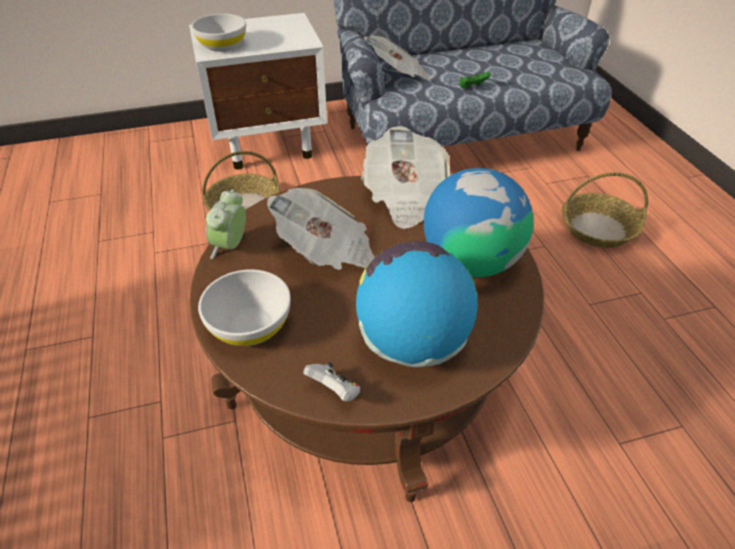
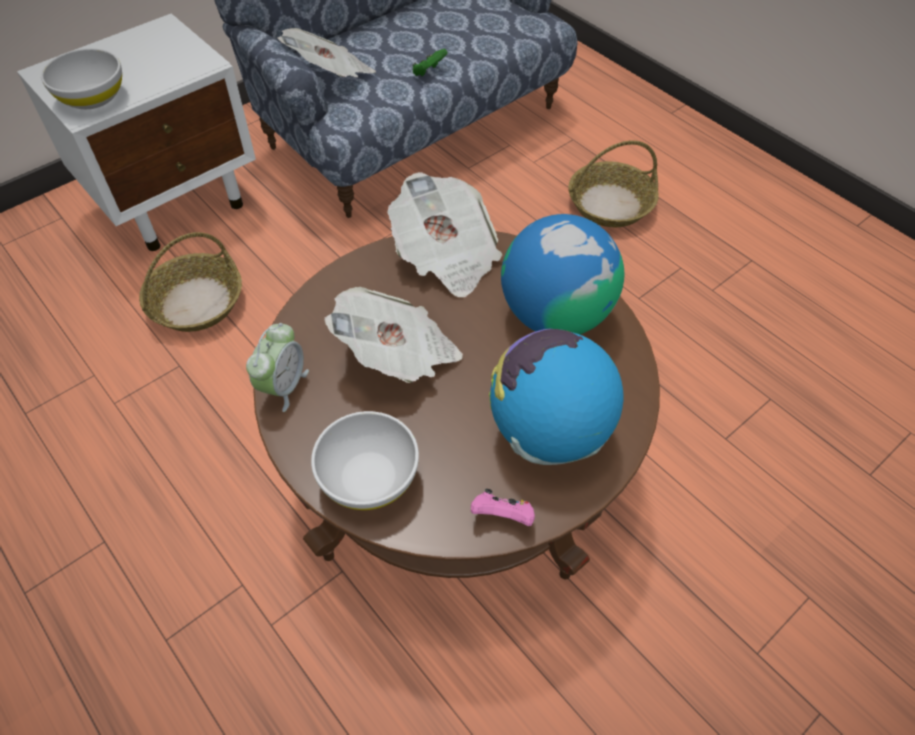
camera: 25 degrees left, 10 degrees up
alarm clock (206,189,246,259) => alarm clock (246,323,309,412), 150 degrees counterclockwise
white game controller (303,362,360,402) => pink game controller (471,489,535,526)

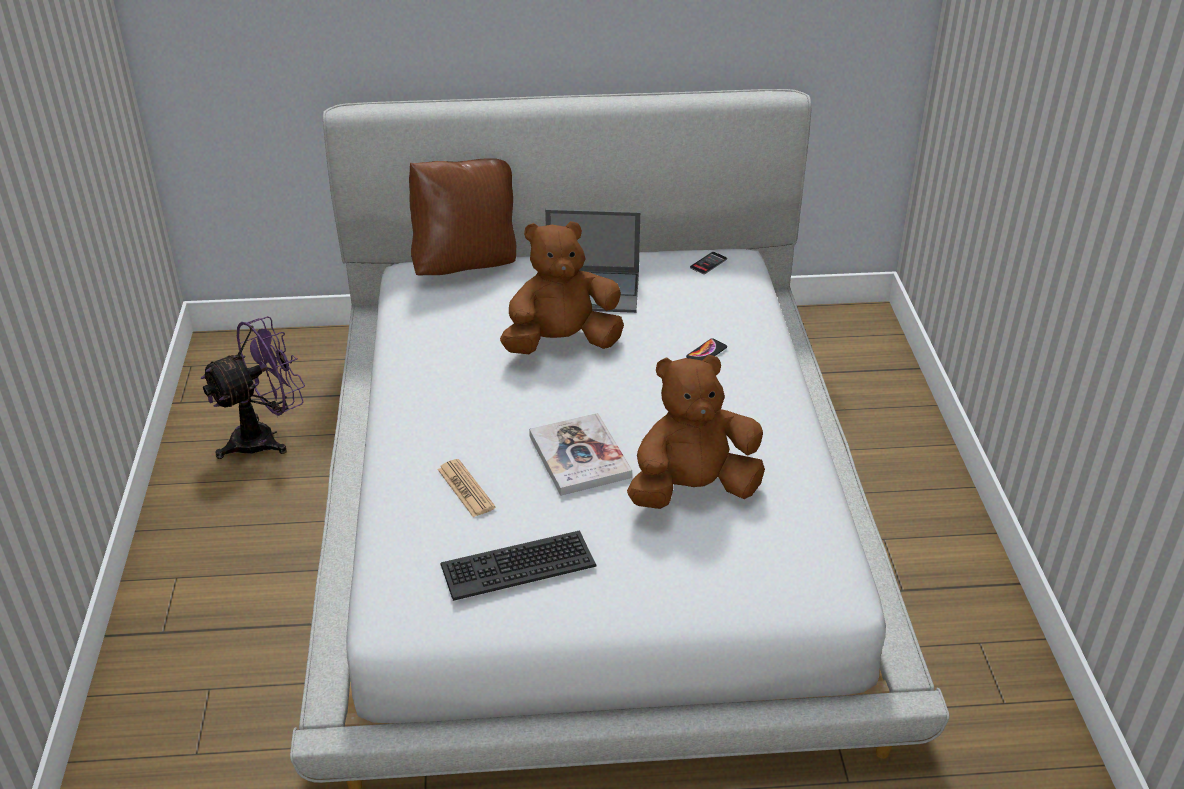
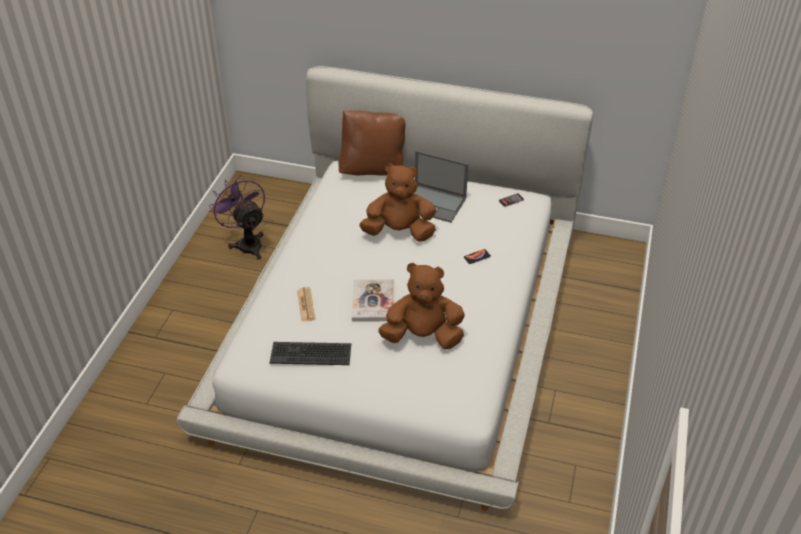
camera: 20 degrees right, 5 degrees up
purple fan (200,316,305,459) => purple fan (209,175,265,260), 105 degrees counterclockwise

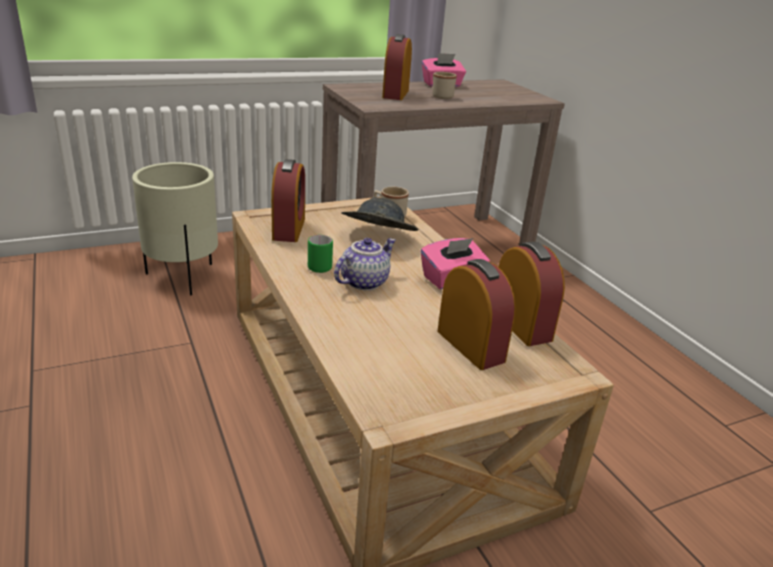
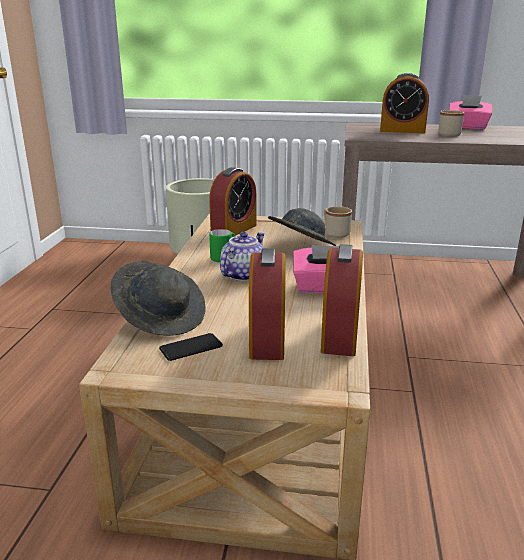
camera: 35 degrees right, 5 degrees down
teapot (334,238,396,290) => teapot (220,232,265,281), 45 degrees counterclockwise
alarm clock (382,34,412,100) => alarm clock (380,73,429,134), 120 degrees counterclockwise
nothing => grey hat (111,261,205,336)
nothing => phone (159,333,223,361)

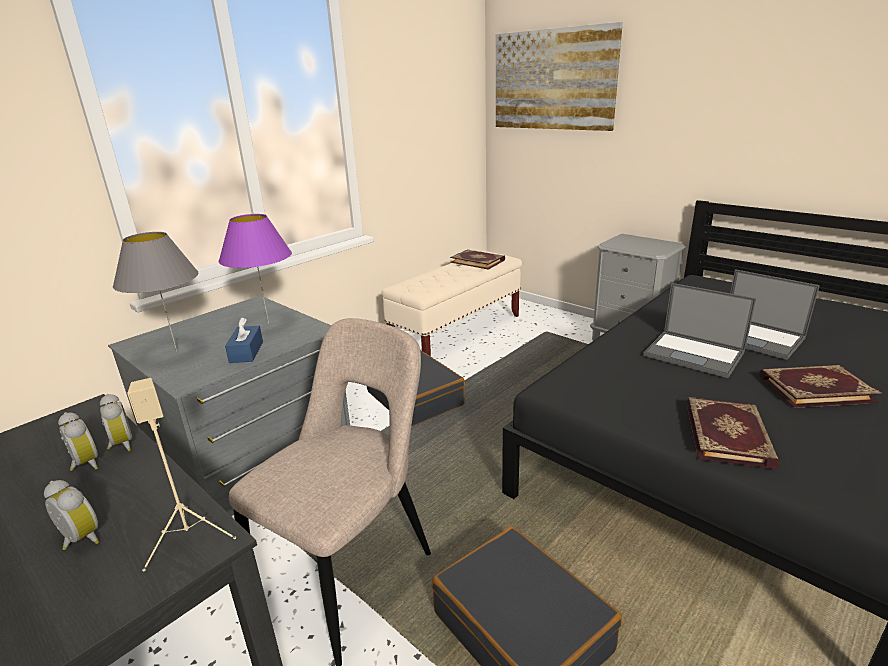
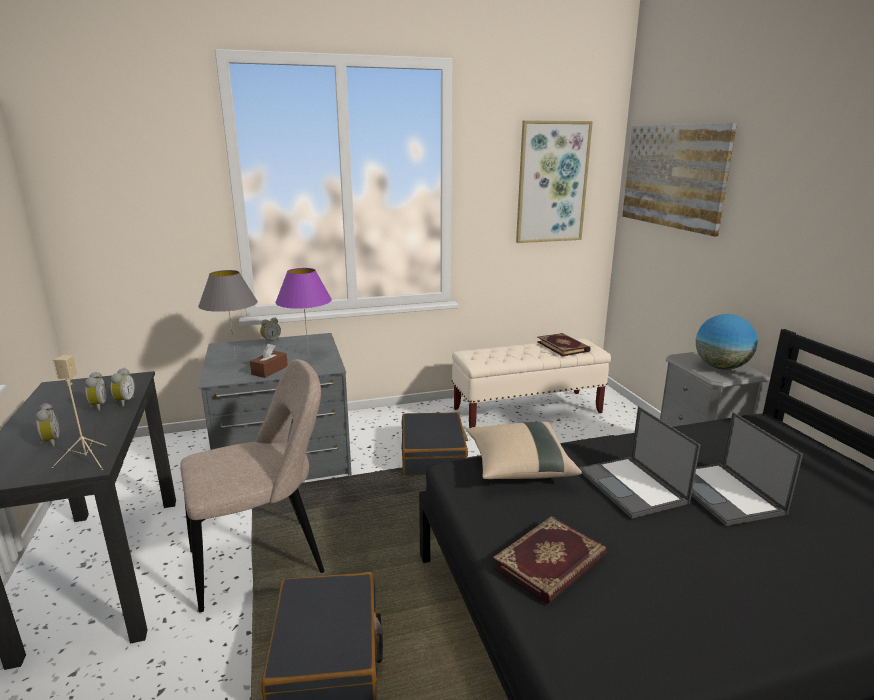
camera: 30 degrees right, 5 degrees down
blue tissue box (225,318,263,363) => brown tissue box (250,344,288,378)
book (759,365,882,408) => nothing
nothing => alarm clock (260,317,281,344)
nothing => beige pillow (467,422,582,479)
nothing => picture (516,120,593,243)
nothing => globe (696,314,758,370)

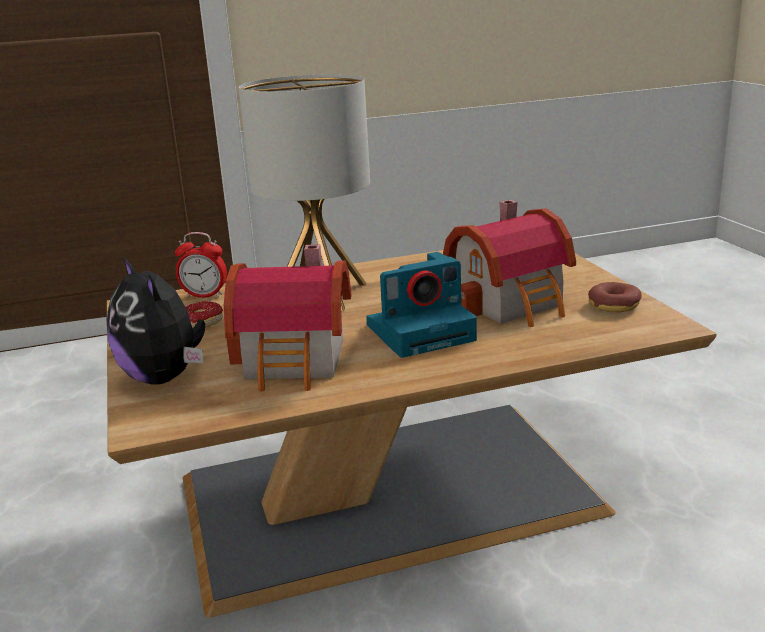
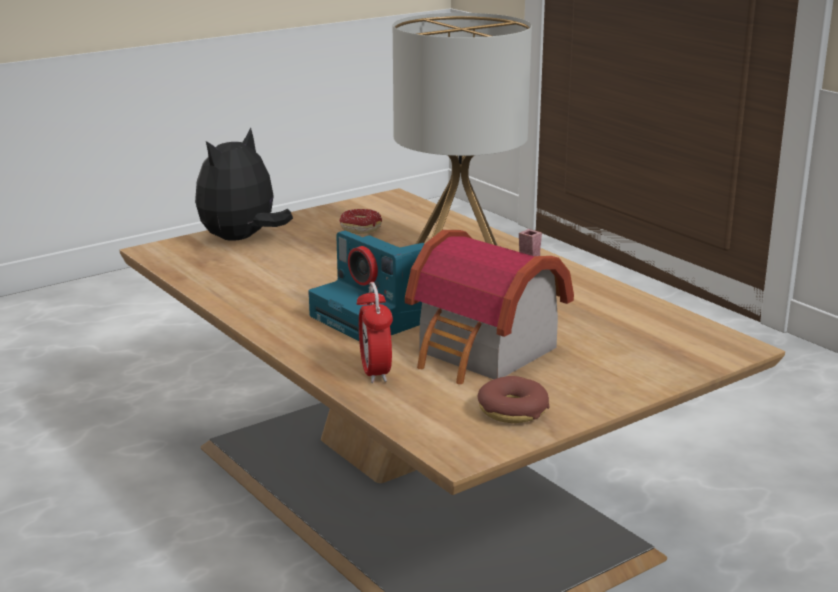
camera: 70 degrees right, 0 degrees up
alarm clock (175,232,227,298) => alarm clock (357,282,393,383), move
toy house (224,244,351,392) => nothing

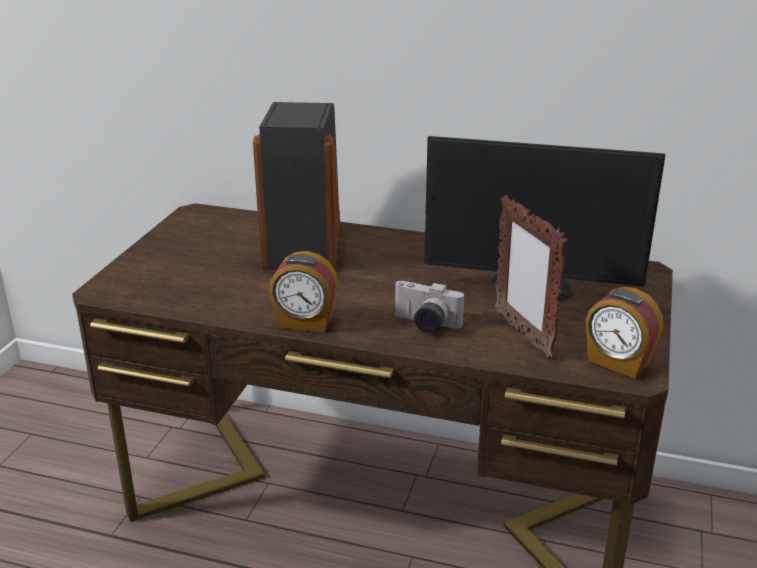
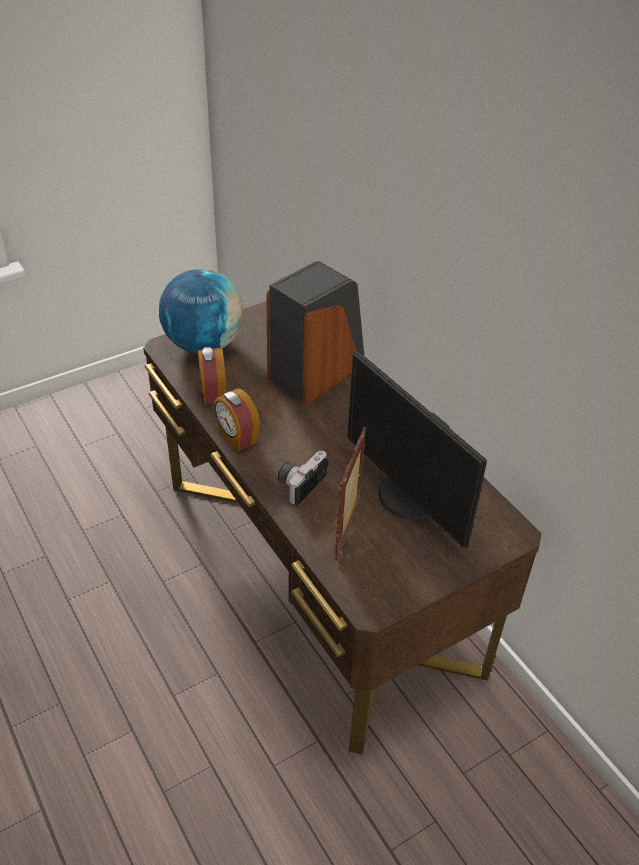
camera: 40 degrees right, 15 degrees up
photo camera (393,281,464,333) => photo camera (278,451,329,505), 60 degrees clockwise
alarm clock (585,287,663,378) => alarm clock (198,347,226,405), move
nothing => globe (159,269,244,354)

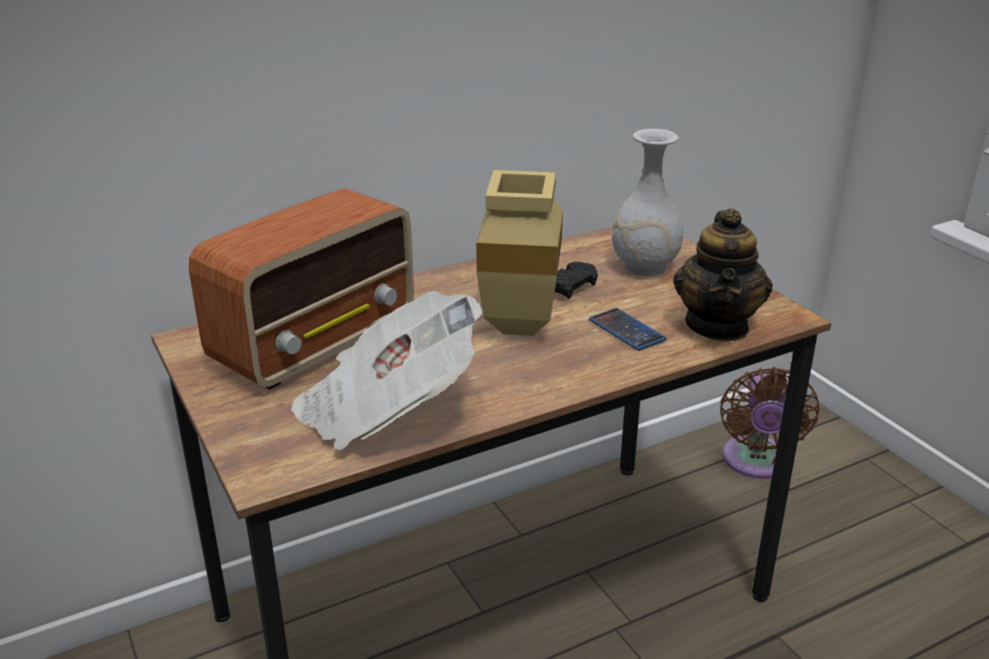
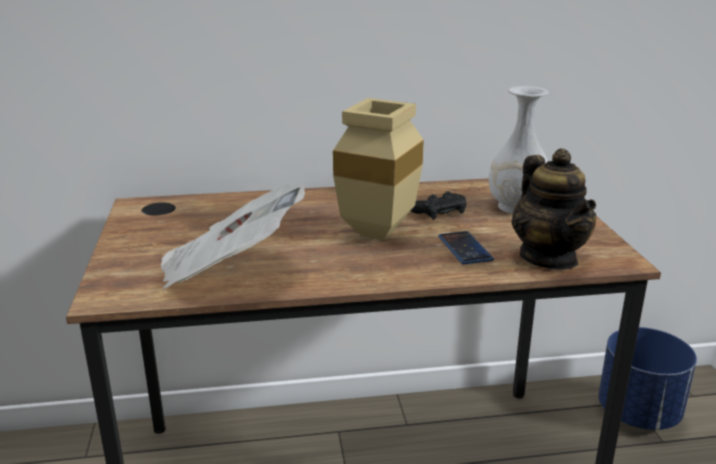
camera: 20 degrees right, 5 degrees down
radio (189,188,414,390) => nothing
teapot (673,208,773,341) => teapot (512,148,596,270), 45 degrees counterclockwise
brown fan (720,367,819,479) => blue planter (598,327,697,430)

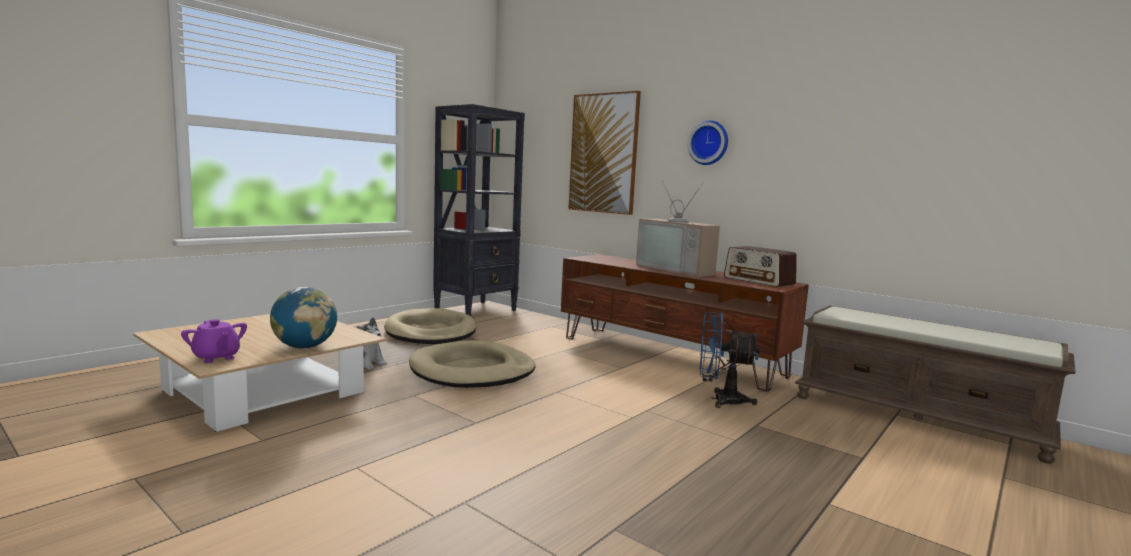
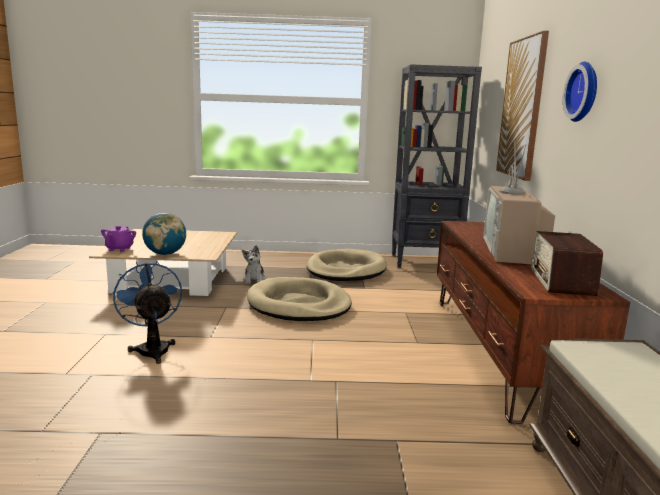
camera: 50 degrees right, 5 degrees up
blue fan (700,312,761,408) => blue fan (112,261,182,364), move

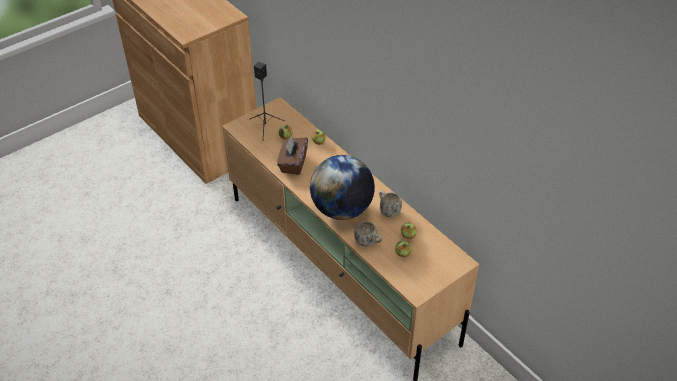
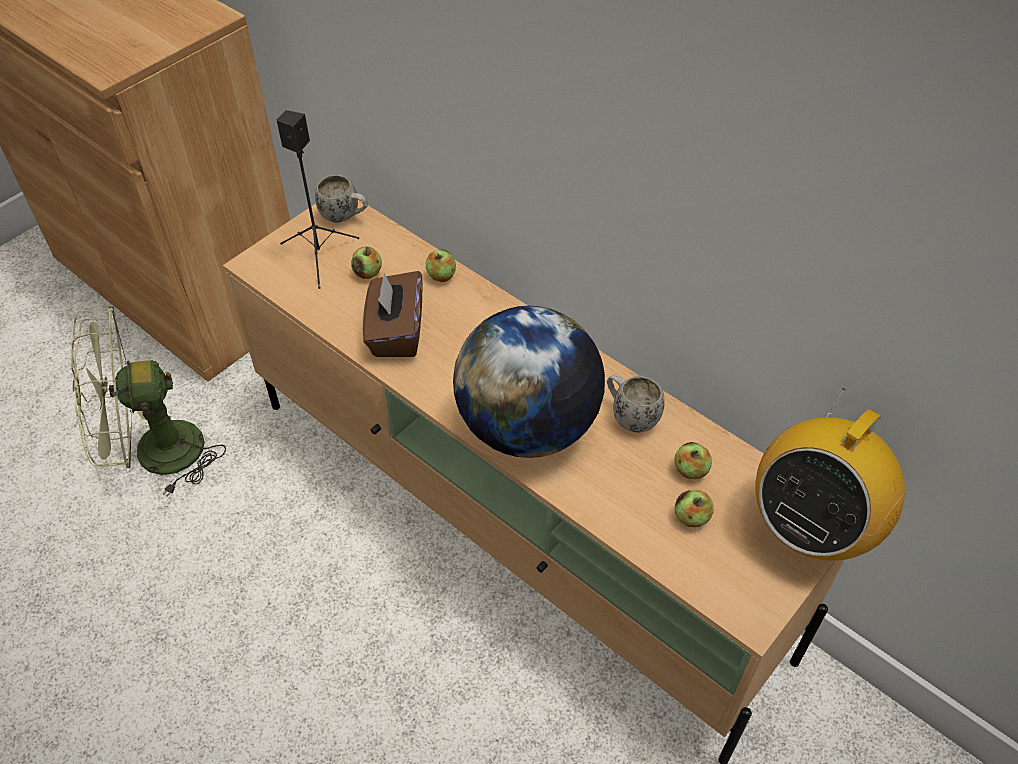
camera: 10 degrees left, 5 degrees up
white mug (354,221,382,247) => white mug (315,174,368,223), move
nothing => green fan (71,307,226,497)
nothing => radio (756,388,905,561)

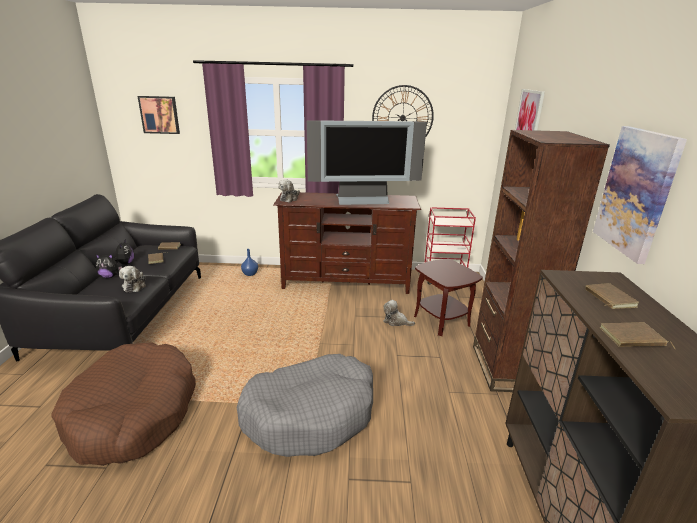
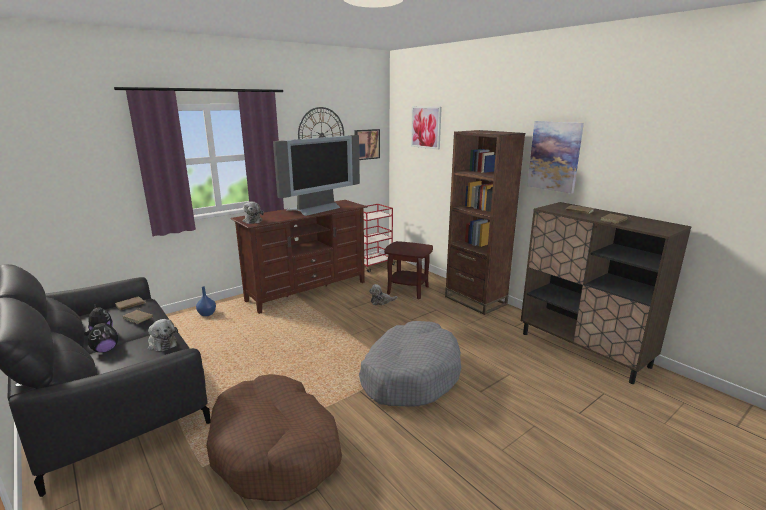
camera: 40 degrees left, 5 degrees down
picture (138,96,180,134) => picture (354,129,380,160), move

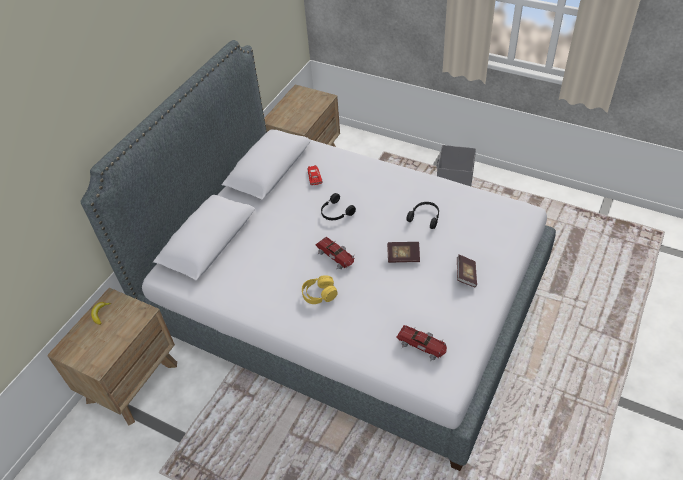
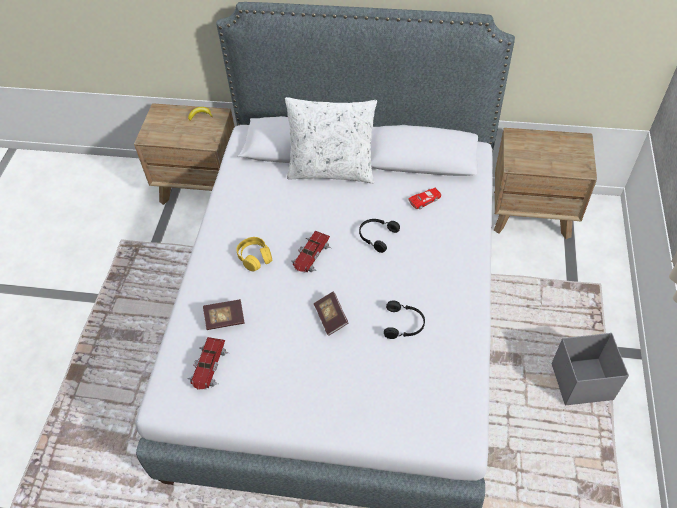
camera: 70 degrees right, 5 degrees up
book (457,254,477,287) => book (203,299,244,330), move
nothing => white pillow (285,97,377,184)

